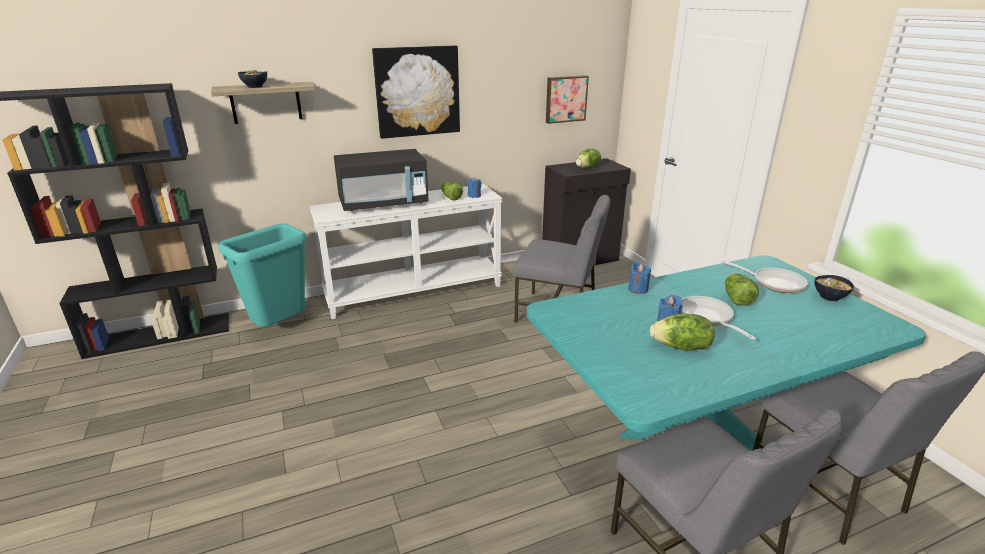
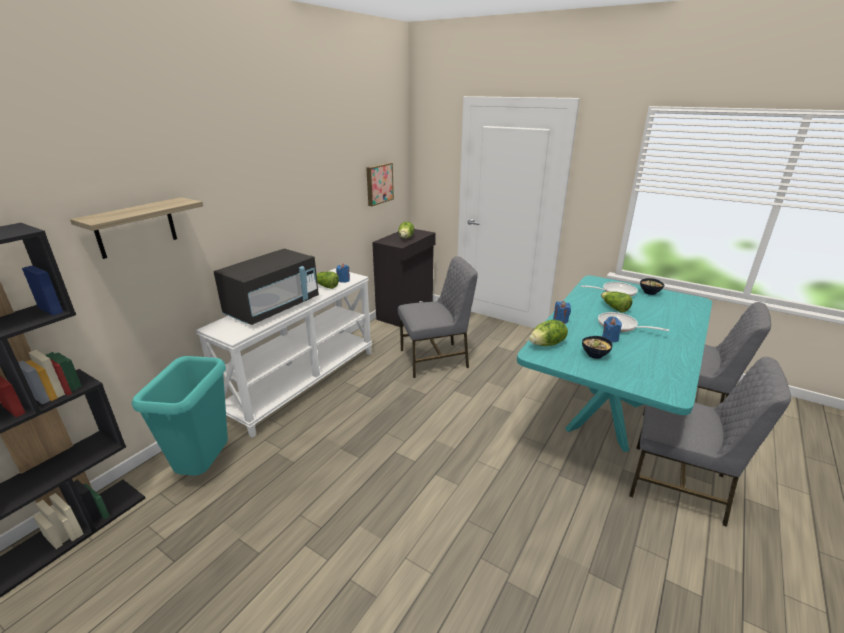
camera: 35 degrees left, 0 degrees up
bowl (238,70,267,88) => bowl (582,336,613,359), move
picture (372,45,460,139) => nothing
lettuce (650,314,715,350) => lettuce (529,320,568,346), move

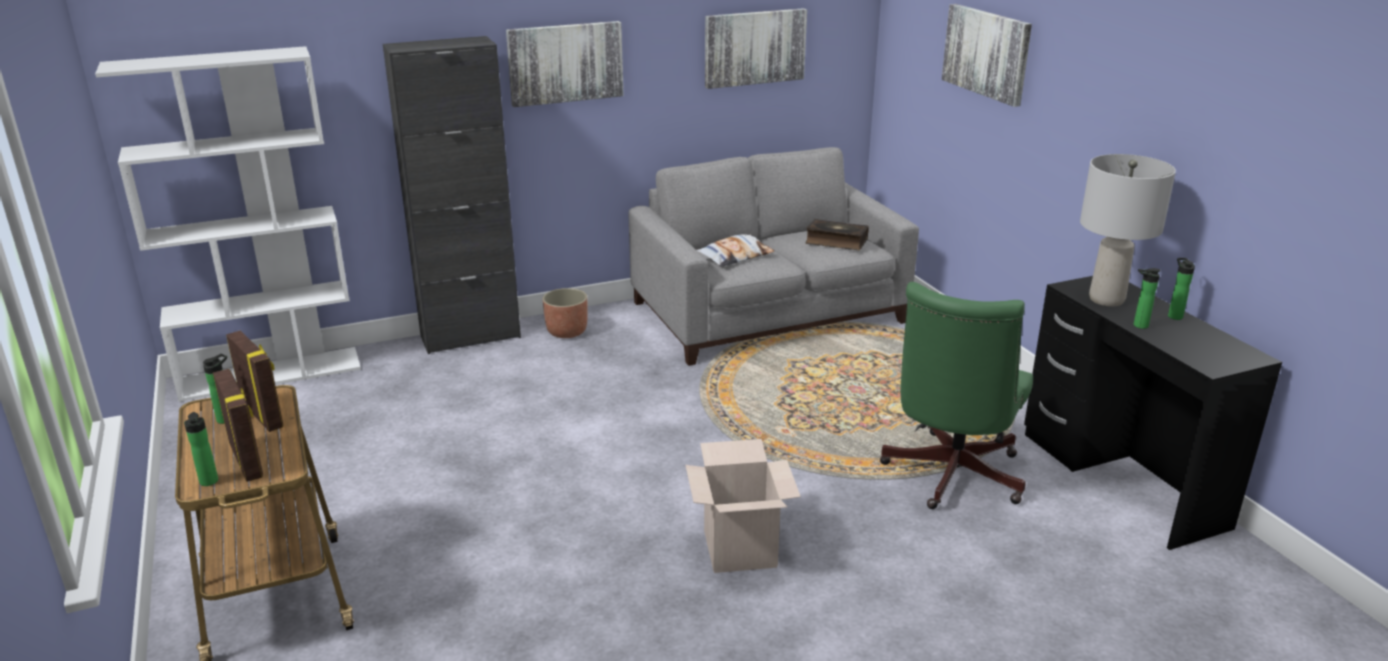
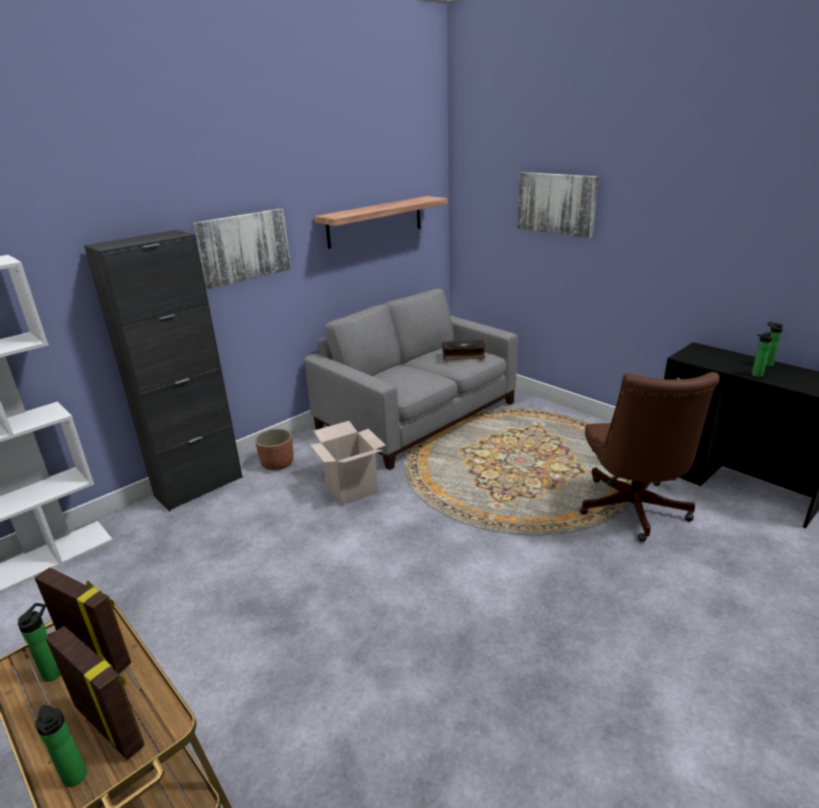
camera: 20 degrees left, 0 degrees up
cardboard box (685,439,801,573) => cardboard box (309,421,386,505), move
pillow (697,234,774,267) => nothing
picture (705,8,807,89) => shelf (314,196,448,249)
green office chair (880,282,1033,509) => brown office chair (580,372,720,542)
grey table lamp (1080,154,1176,306) => nothing

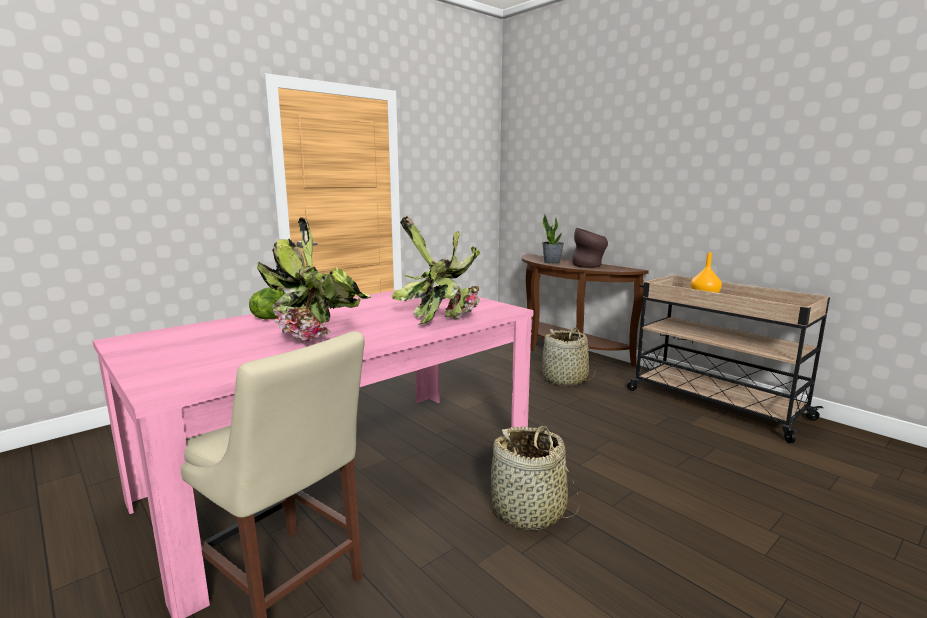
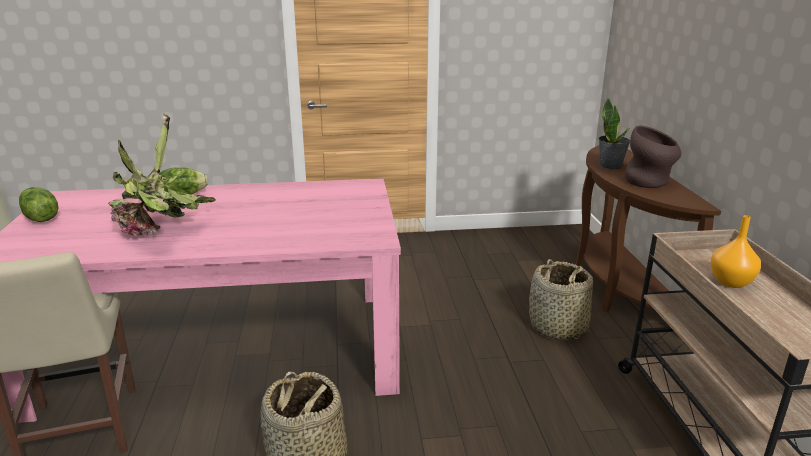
camera: 35 degrees right, 10 degrees up
potted plant (391,216,480,325) => nothing
nothing => lettuce (19,187,59,222)

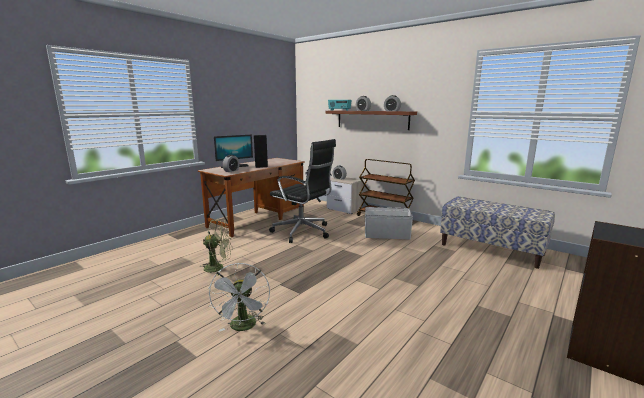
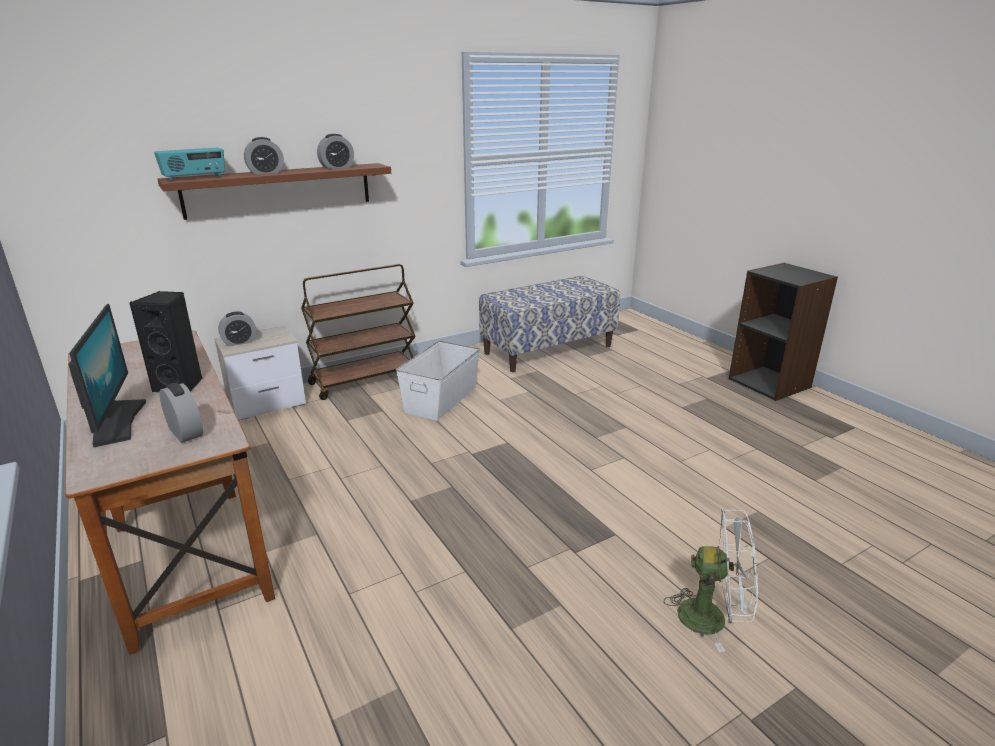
camera: 70 degrees left, 10 degrees up
green fan (200,219,232,276) => nothing
black office chair (269,139,336,243) => nothing

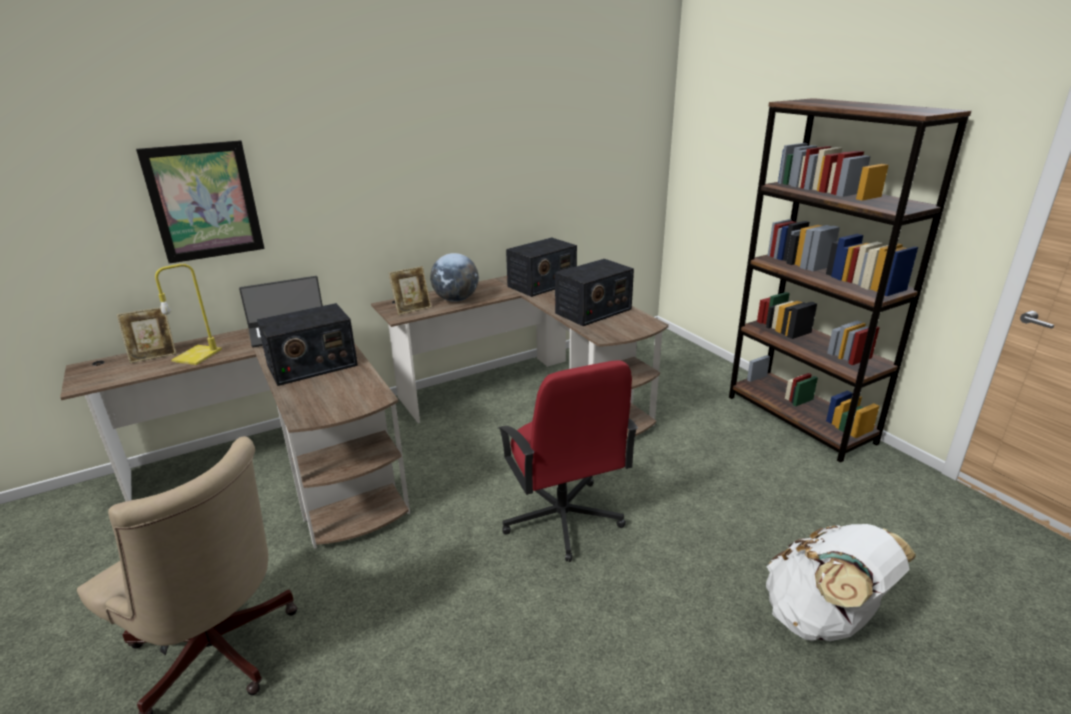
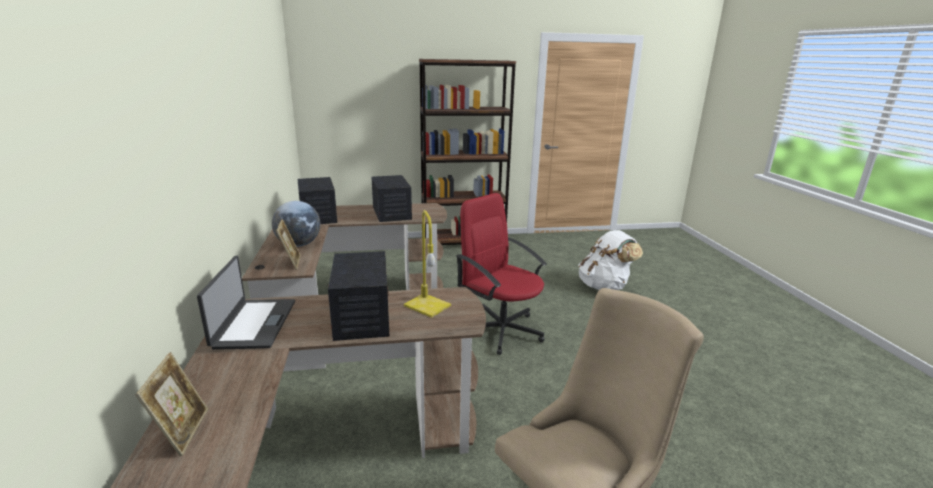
camera: 70 degrees left, 5 degrees down
picture (136,140,265,264) => nothing
yellow table lamp (155,264,222,365) => yellow table lamp (404,210,451,318), move
red office chair (498,360,638,562) => red office chair (456,193,547,355), 135 degrees counterclockwise

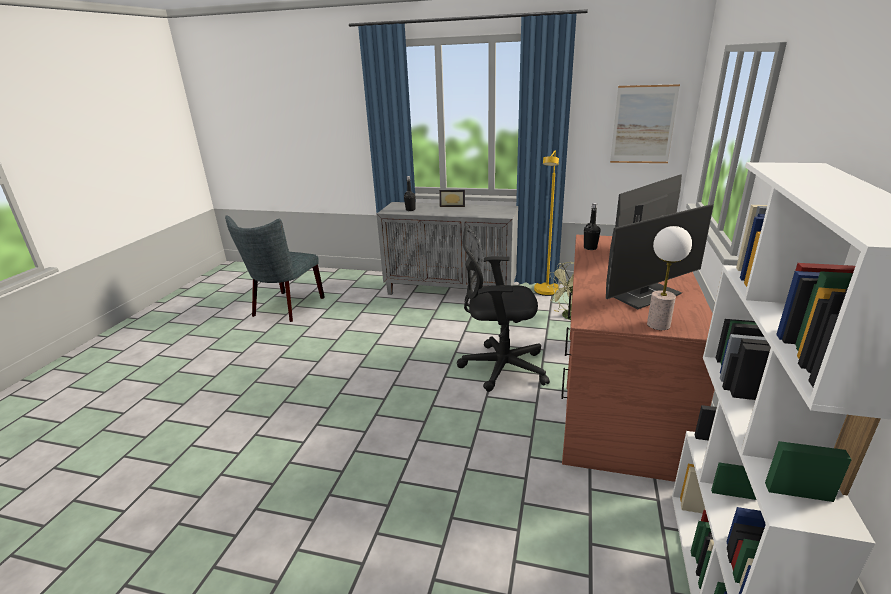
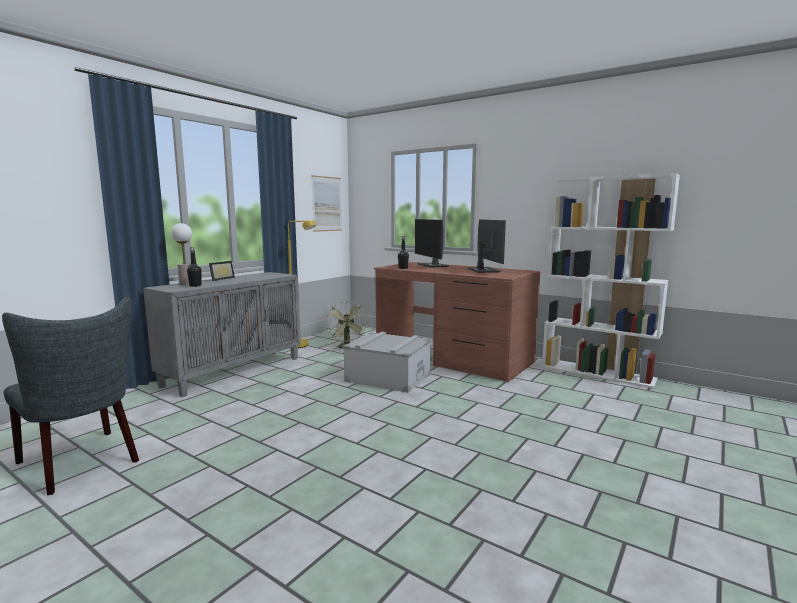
camera: 70 degrees left, 15 degrees down
black office chair (457,226,550,392) => grey storage box (343,332,431,393)
table lamp (647,226,692,330) => table lamp (171,223,192,284), move

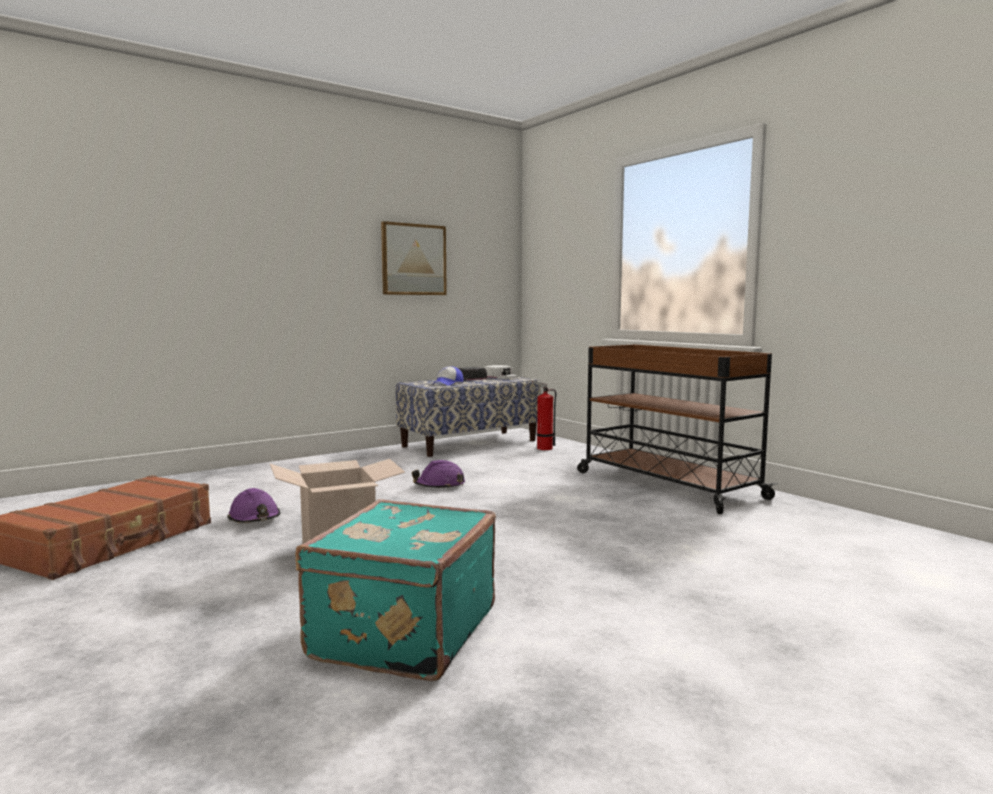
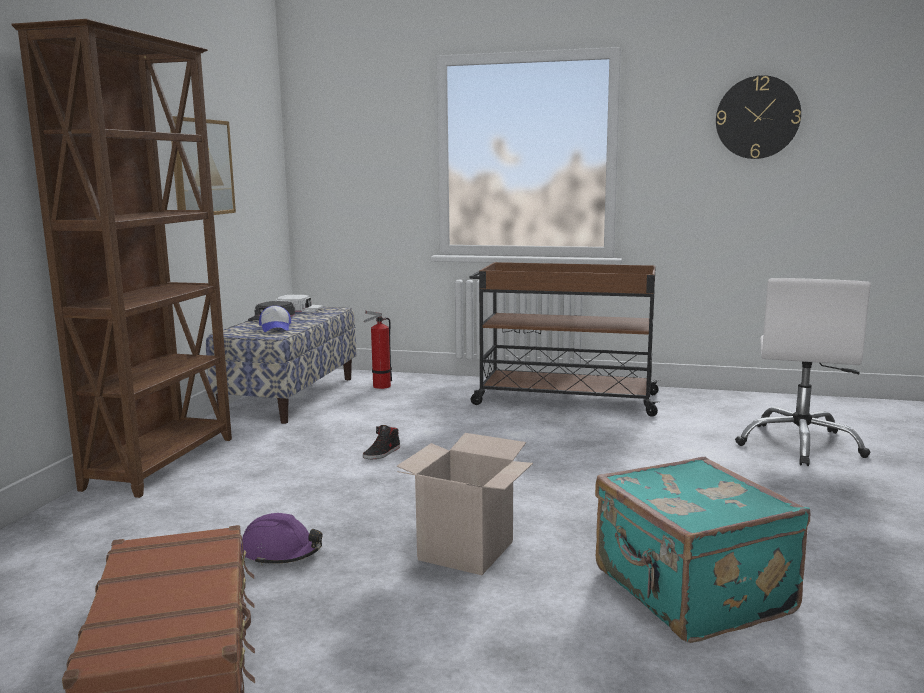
camera: 40 degrees left, 5 degrees up
purple hard hat (412,460,465,489) => black shoe (363,425,400,459)
nothing => brown bookcase (11,19,232,498)
nothing => wall clock (716,75,801,159)
nothing => white office chair (735,278,871,466)

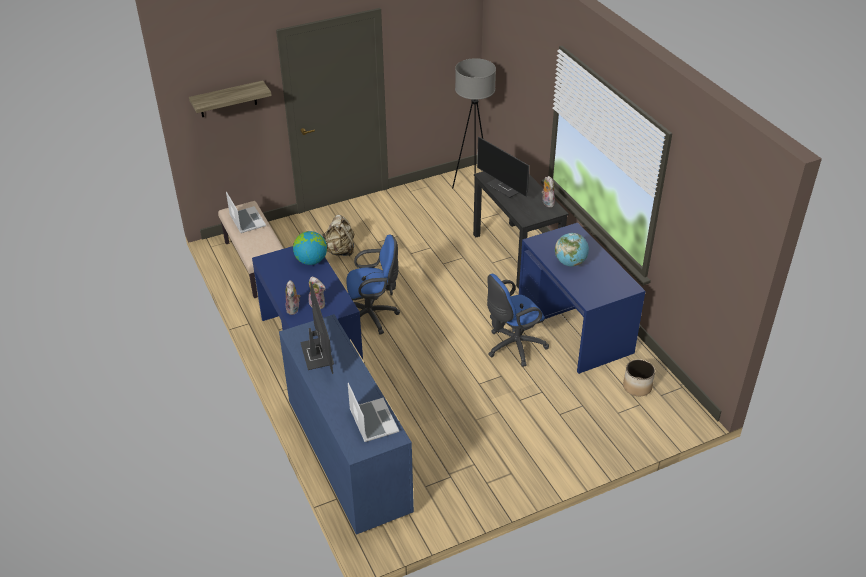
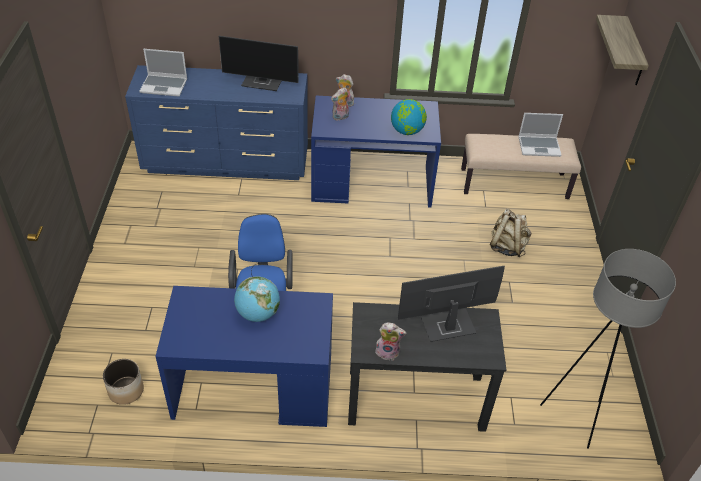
camera: 115 degrees right, 5 degrees up
blue office chair (346,234,400,335) => nothing

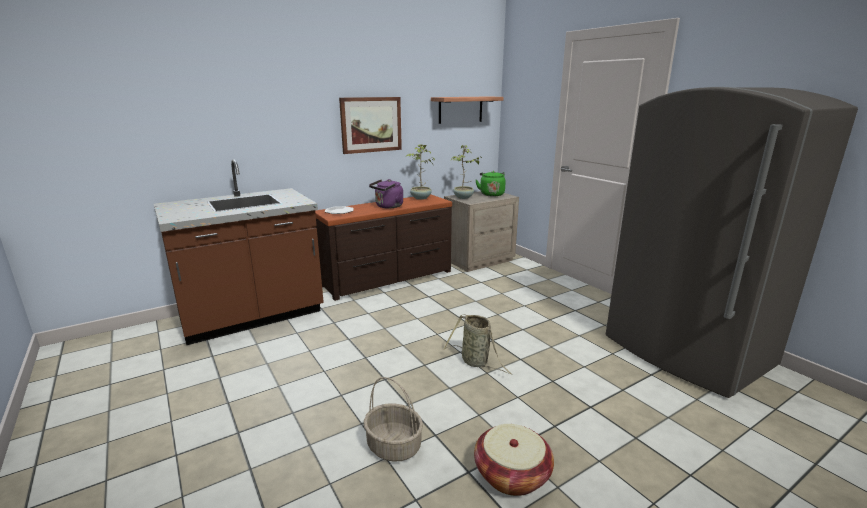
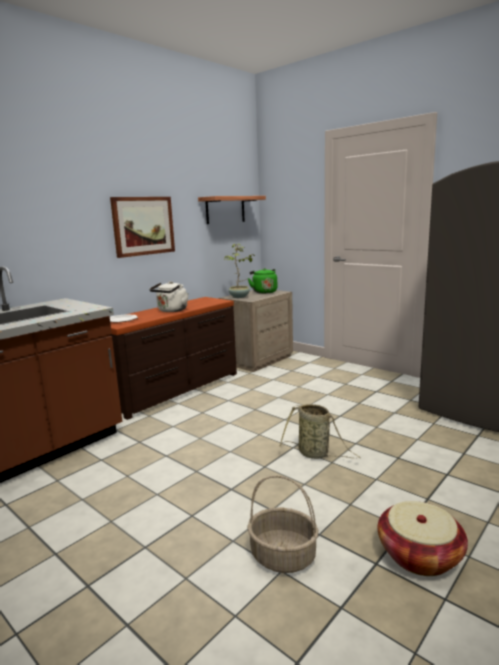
camera: 15 degrees left, 5 degrees down
purple kettle (369,179,403,209) => white kettle (150,281,189,312)
potted plant (406,144,435,200) => nothing

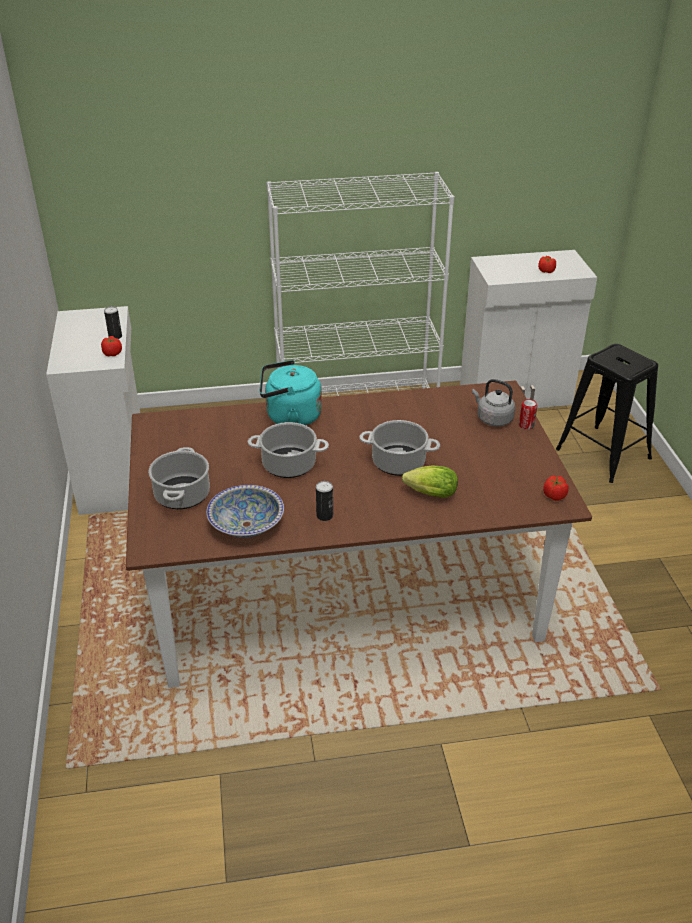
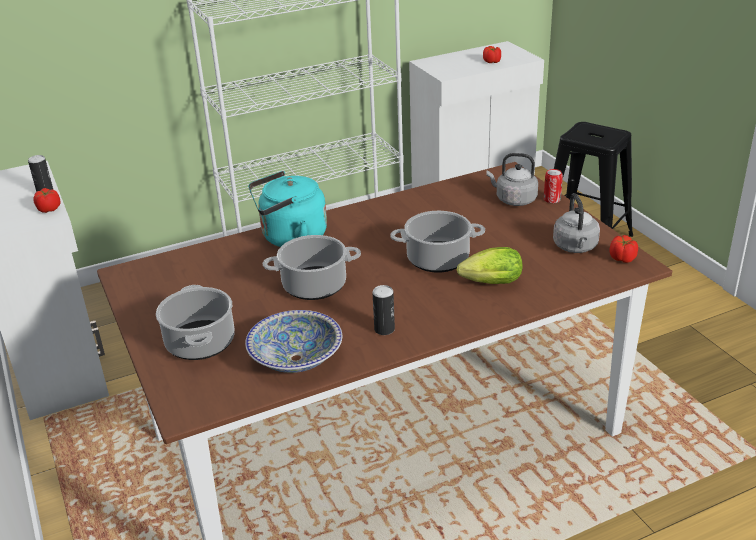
camera: 15 degrees left, 5 degrees down
nothing => grey kettle (553,193,600,253)

